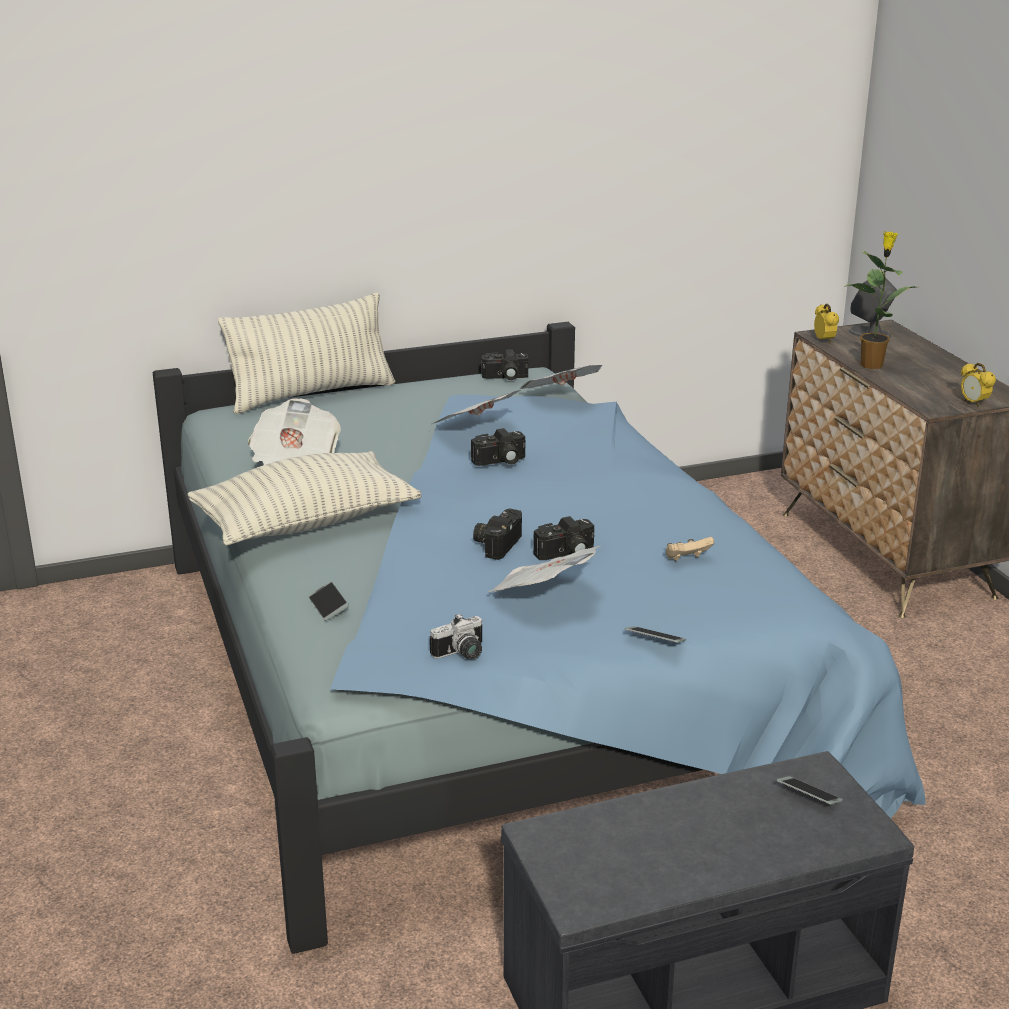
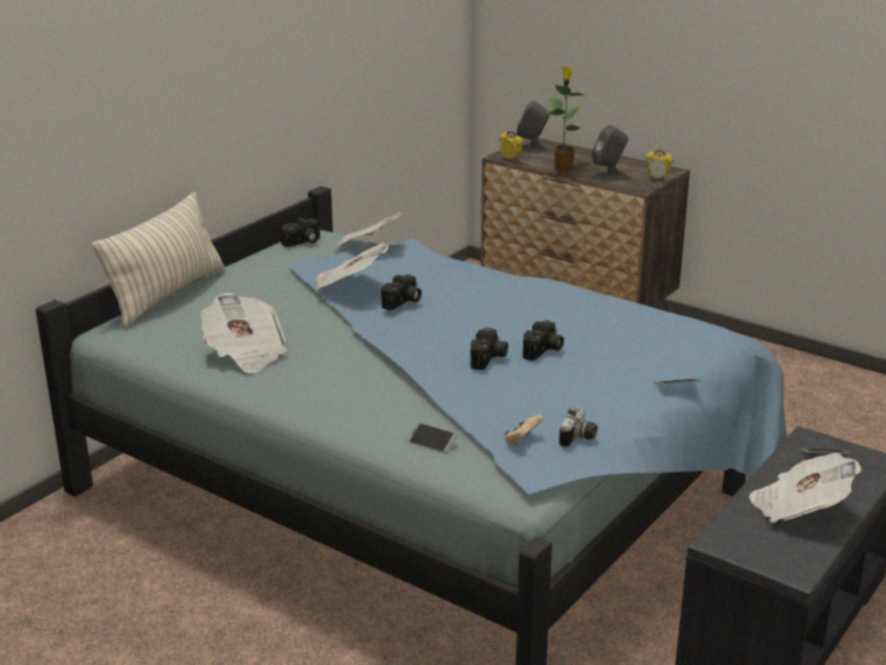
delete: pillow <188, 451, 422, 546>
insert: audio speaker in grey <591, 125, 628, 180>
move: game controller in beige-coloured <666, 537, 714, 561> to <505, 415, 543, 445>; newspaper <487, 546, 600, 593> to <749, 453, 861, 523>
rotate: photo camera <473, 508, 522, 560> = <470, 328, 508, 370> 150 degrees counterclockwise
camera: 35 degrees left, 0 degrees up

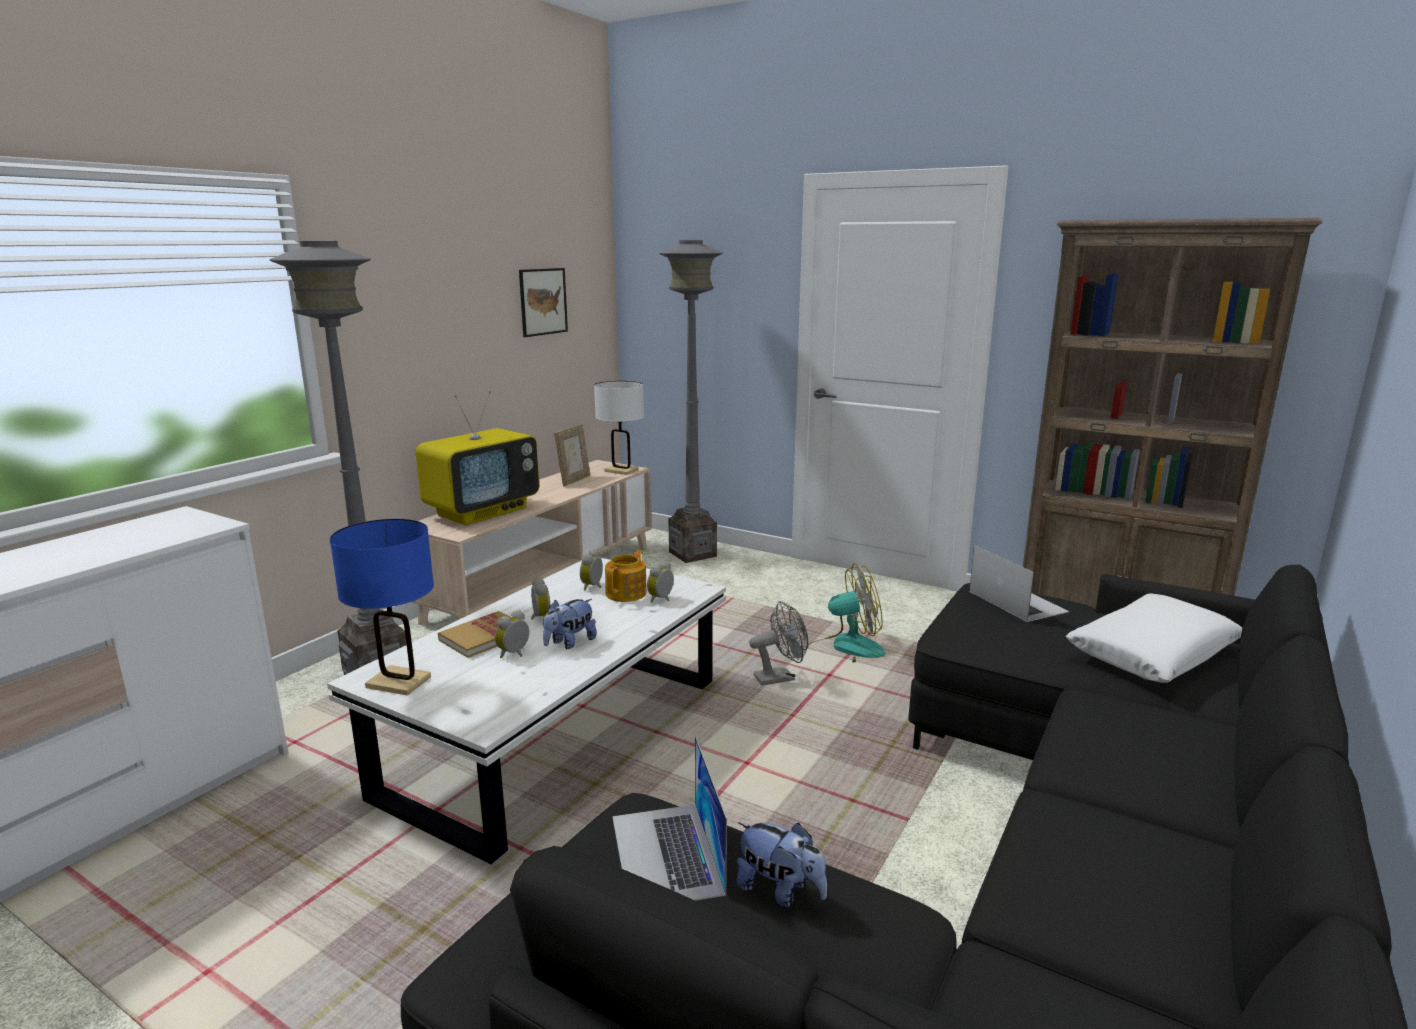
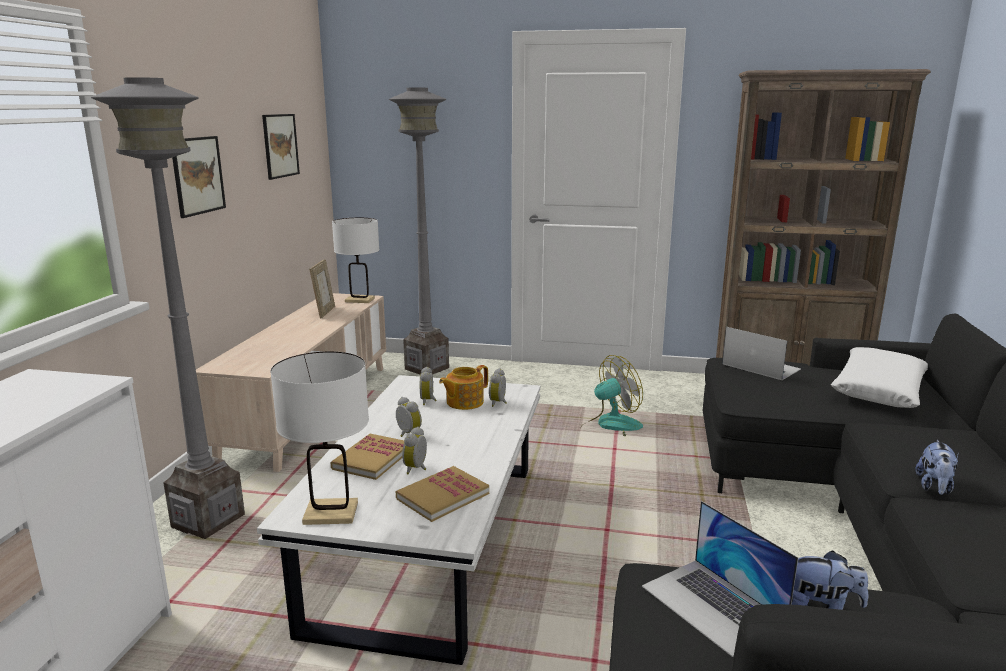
delete: TV <416, 391, 539, 525>; fan in grey <749, 601, 808, 685>
insert: wall picture <172, 136, 226, 218>; book <396, 466, 489, 522>
move: cuddly toy <543, 599, 597, 649> to <915, 440, 959, 495>
recolor: tabletop lamp in blue <330, 519, 434, 696> to tabletop lamp in white-coloured <270, 351, 369, 525>
rotate: pot for tea <605, 550, 647, 602> = <439, 365, 488, 410> 135 degrees counterclockwise
camera: 20 degrees left, 0 degrees up

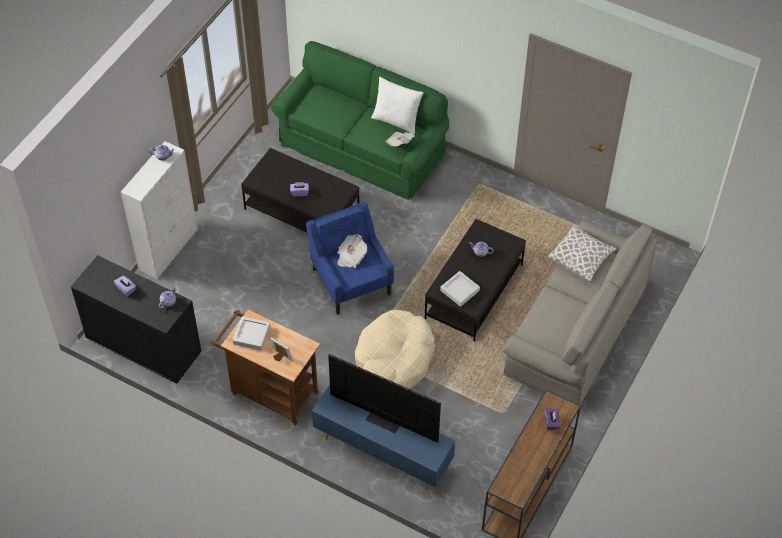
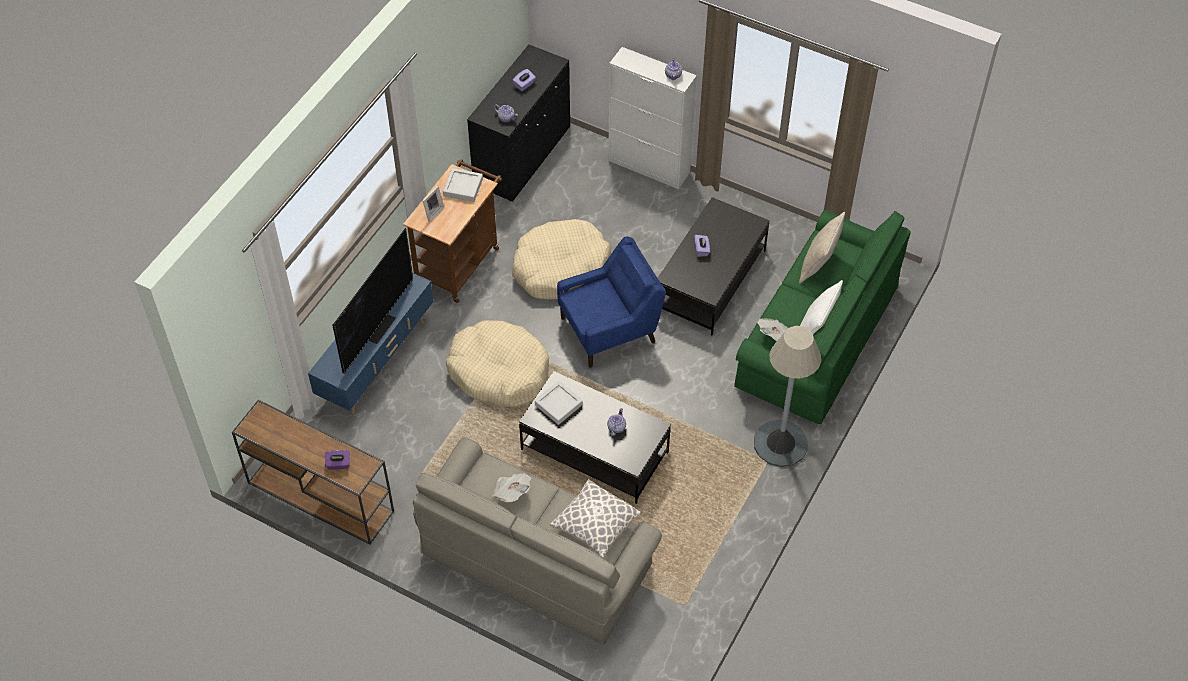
insert: pillow in beige-coloured <799, 212, 845, 283>; dog bed in beige-coloured <512, 219, 611, 299>; standard lamp in grey <754, 326, 821, 467>
move: newspaper <337, 234, 367, 268> to <492, 473, 531, 502>
camera: 90 degrees right, 0 degrees up

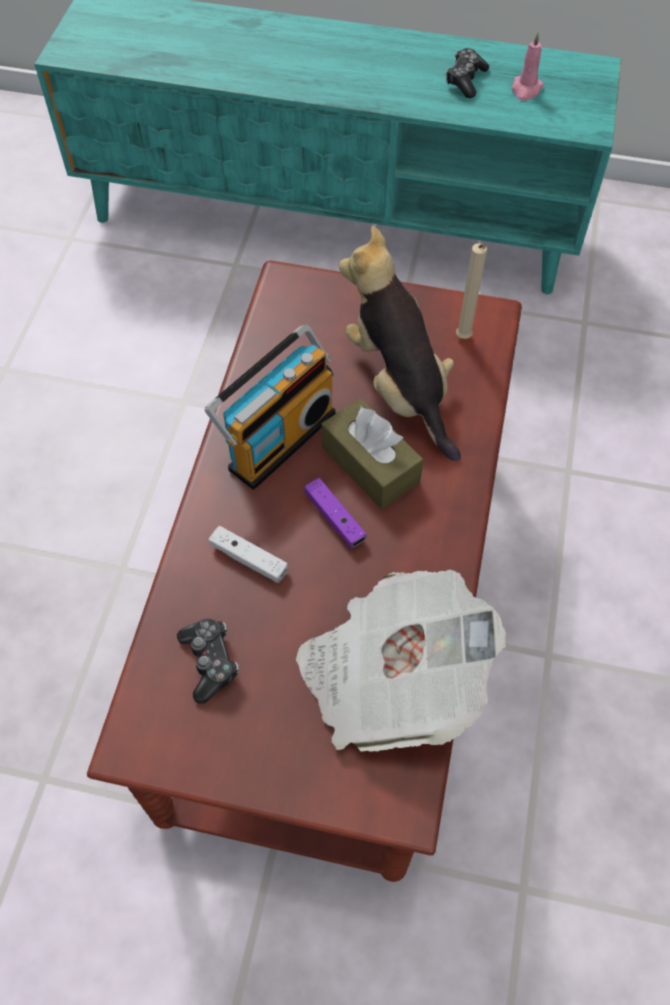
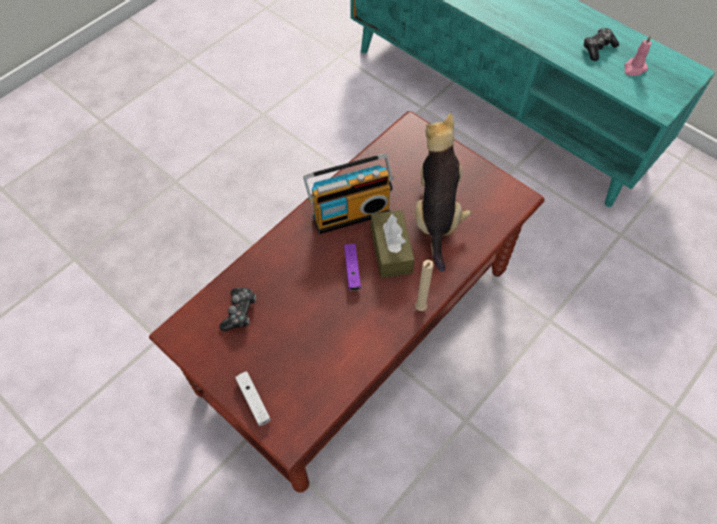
delete: newspaper <296, 570, 507, 752>
move: candle in beige-coloured <456, 243, 487, 339> to <415, 260, 434, 311>; game controller in white-coloured <209, 526, 288, 583> to <235, 371, 271, 426>
camera: 30 degrees right, 0 degrees up

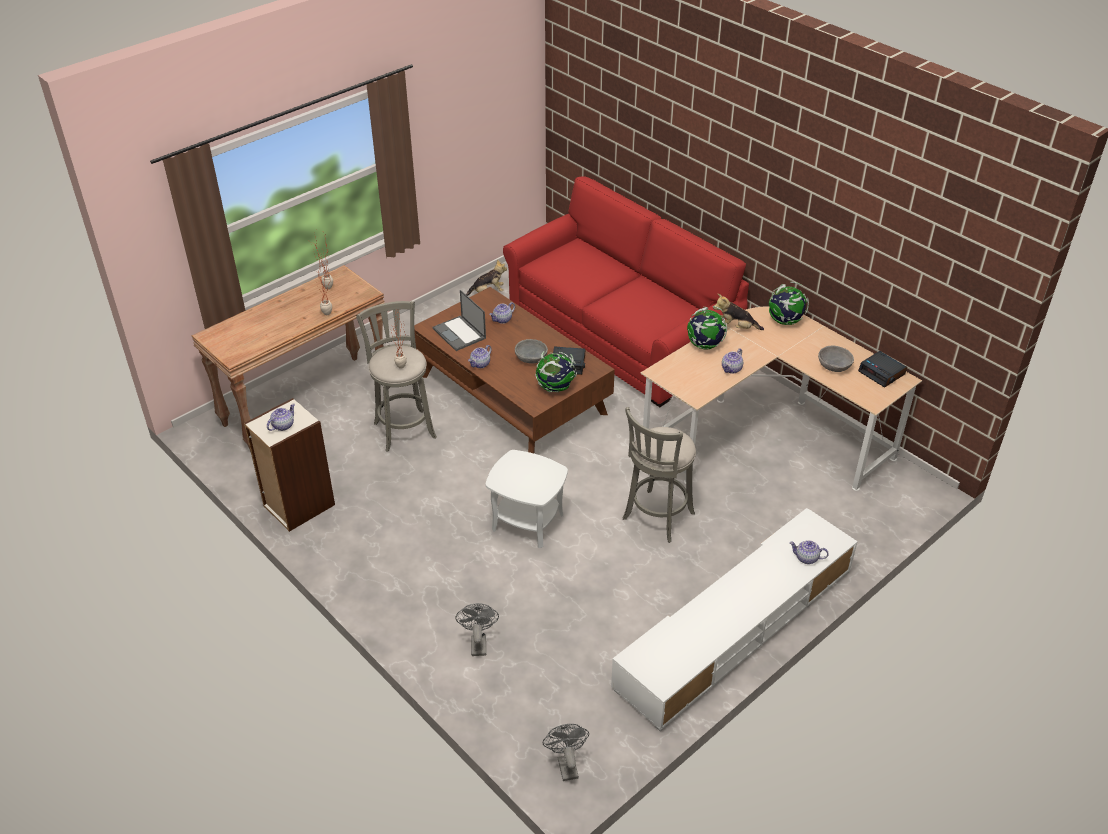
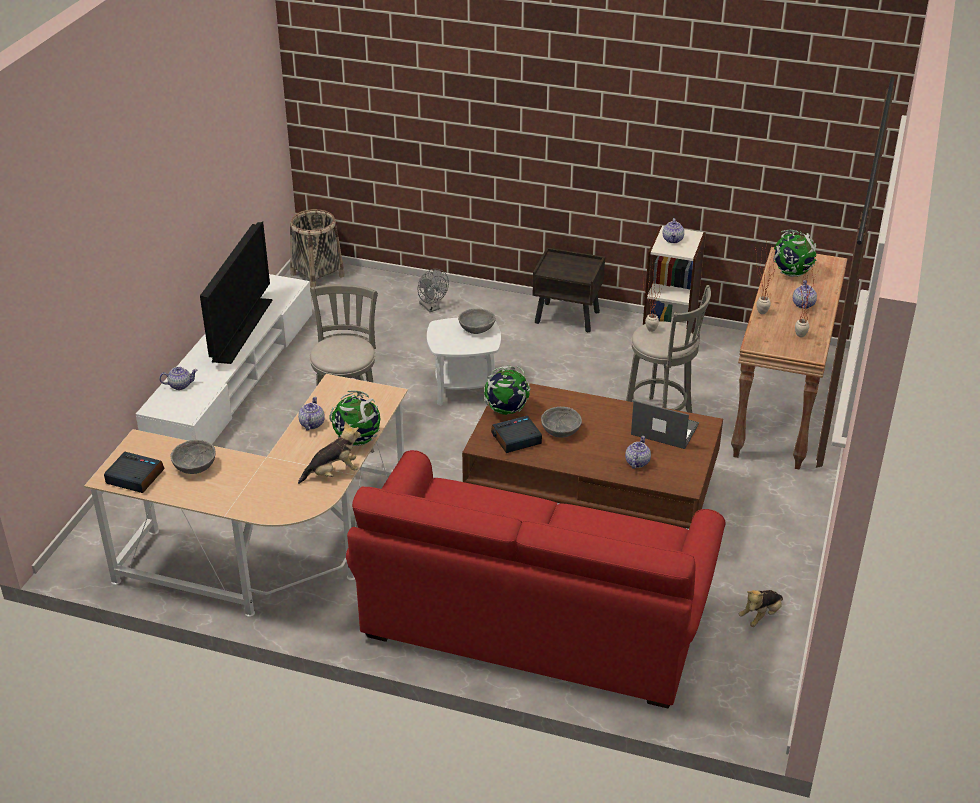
insert: TV <200, 221, 272, 364>; bedside table in brown-coloured <533, 248, 605, 332>; deep dish in grey <458, 309, 495, 334>
move: desk globe <769, 282, 809, 325> to <773, 229, 817, 277>; pot for tea <468, 345, 492, 368> to <793, 280, 817, 309>
replace: fan in grey <543, 724, 589, 781> to household basket <290, 209, 345, 288>
camera: 150 degrees right, 5 degrees down

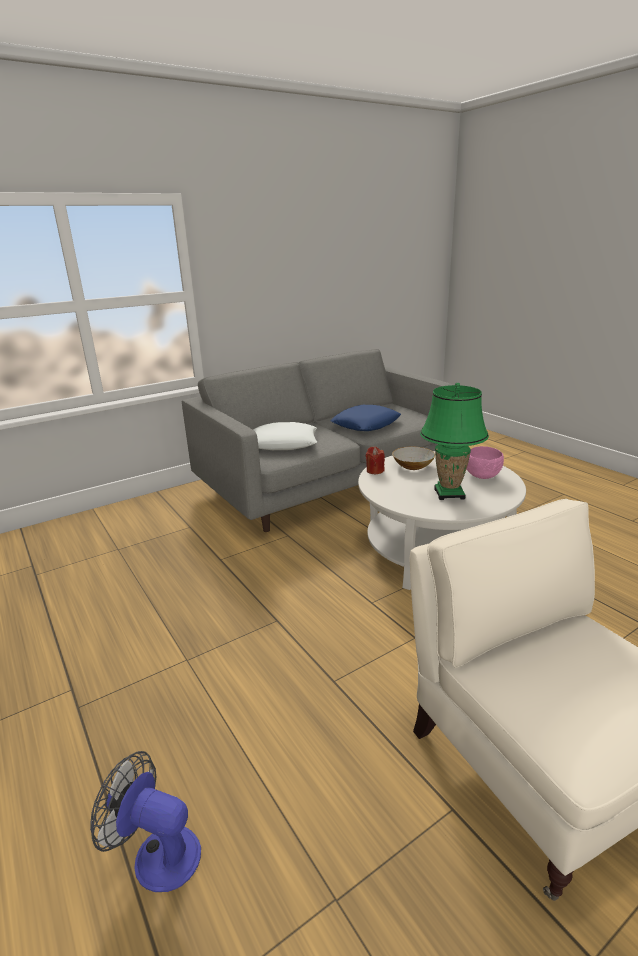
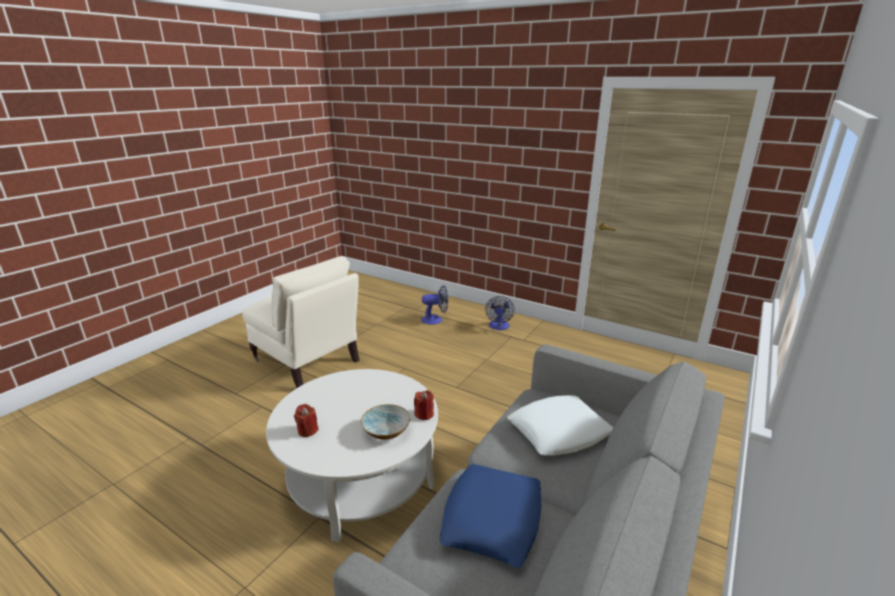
delete: tabletop lamp in green-coloured <420, 383, 489, 500>
insert: fan <485, 296, 515, 330>
replace: deep dish in pinkish <467, 446, 504, 479> to candle in red-coloured <294, 404, 319, 437>
camera: 155 degrees right, 0 degrees up

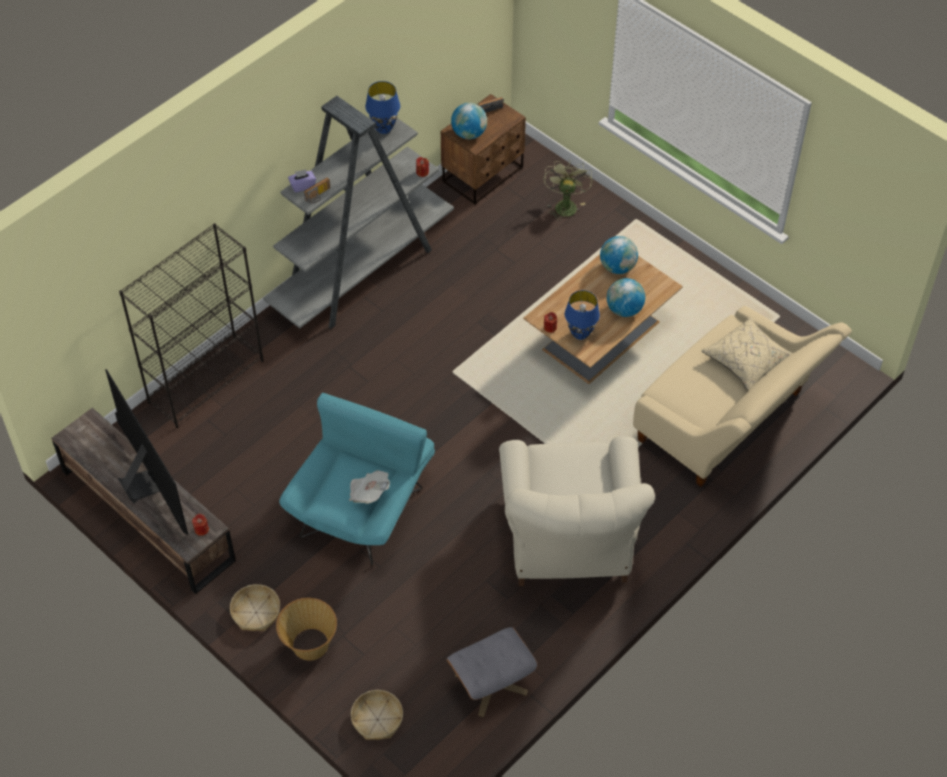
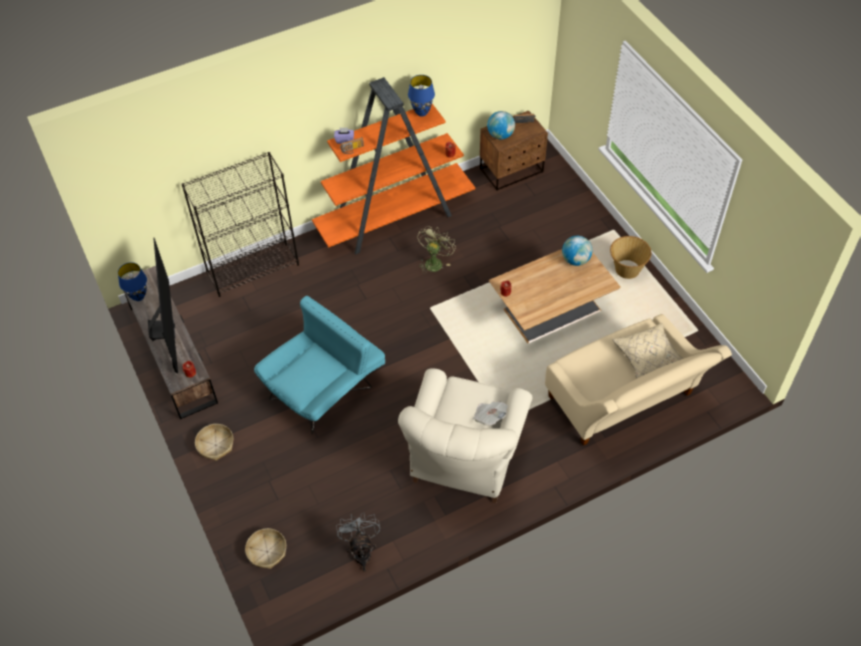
delete: desk globe <607, 278, 645, 317>
move: fan in green-coloured <543, 160, 593, 221> to <417, 226, 456, 274>; tabletop lamp in blue <565, 290, 600, 340> to <118, 262, 147, 301>; newspaper <349, 470, 390, 504> to <473, 401, 508, 426>; household basket <276, 598, 337, 661> to <610, 236, 651, 279>
replace: footrest in grey <446, 627, 538, 717> to fan in grey <336, 512, 380, 572>
recolor: shelving unit in grey <263, 96, 454, 329> to shelving unit in orange-coloured <312, 77, 475, 254>
camera: 20 degrees right, 0 degrees up

